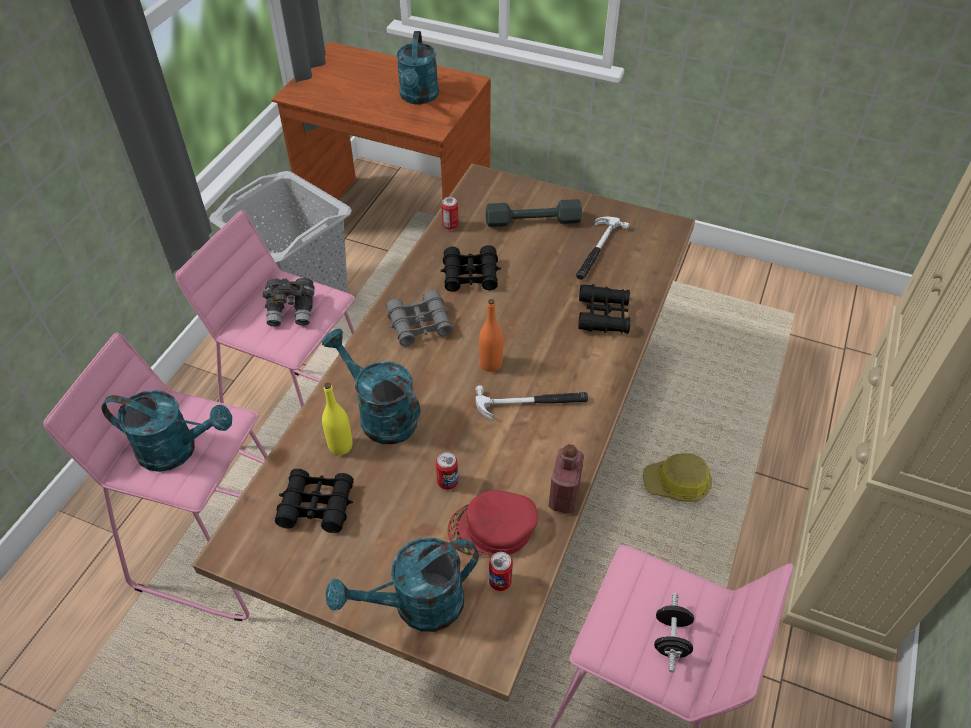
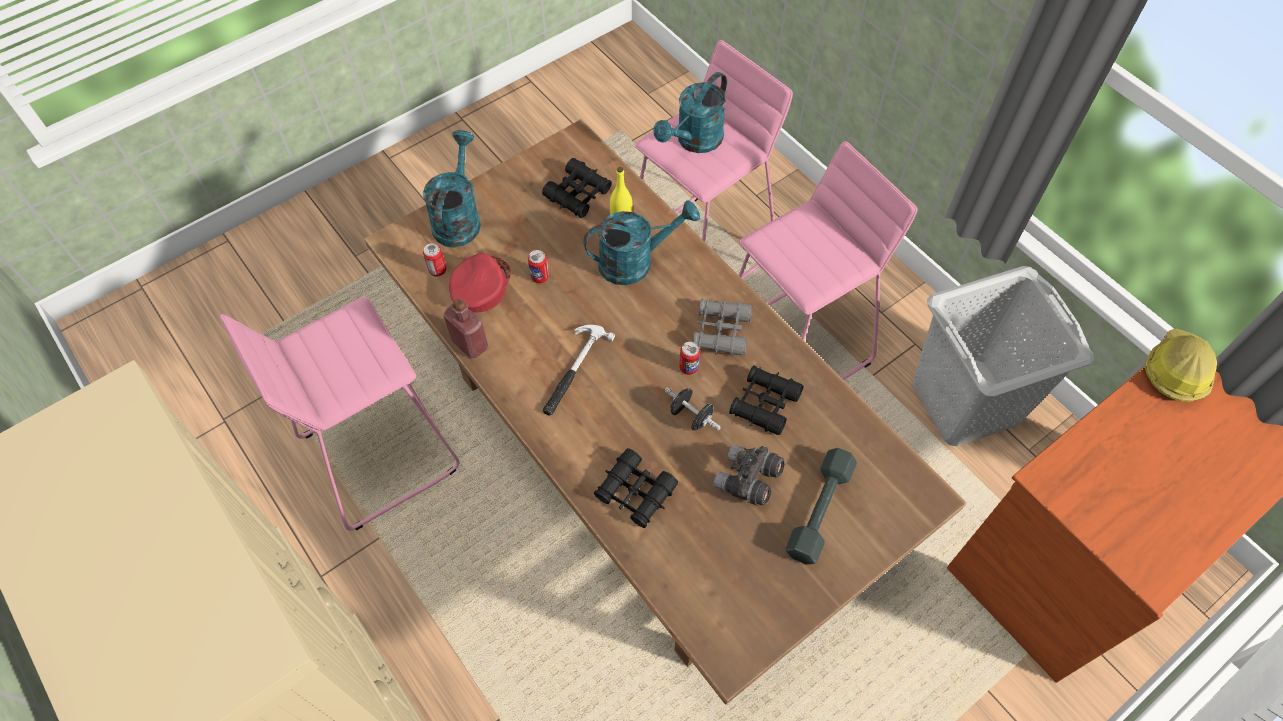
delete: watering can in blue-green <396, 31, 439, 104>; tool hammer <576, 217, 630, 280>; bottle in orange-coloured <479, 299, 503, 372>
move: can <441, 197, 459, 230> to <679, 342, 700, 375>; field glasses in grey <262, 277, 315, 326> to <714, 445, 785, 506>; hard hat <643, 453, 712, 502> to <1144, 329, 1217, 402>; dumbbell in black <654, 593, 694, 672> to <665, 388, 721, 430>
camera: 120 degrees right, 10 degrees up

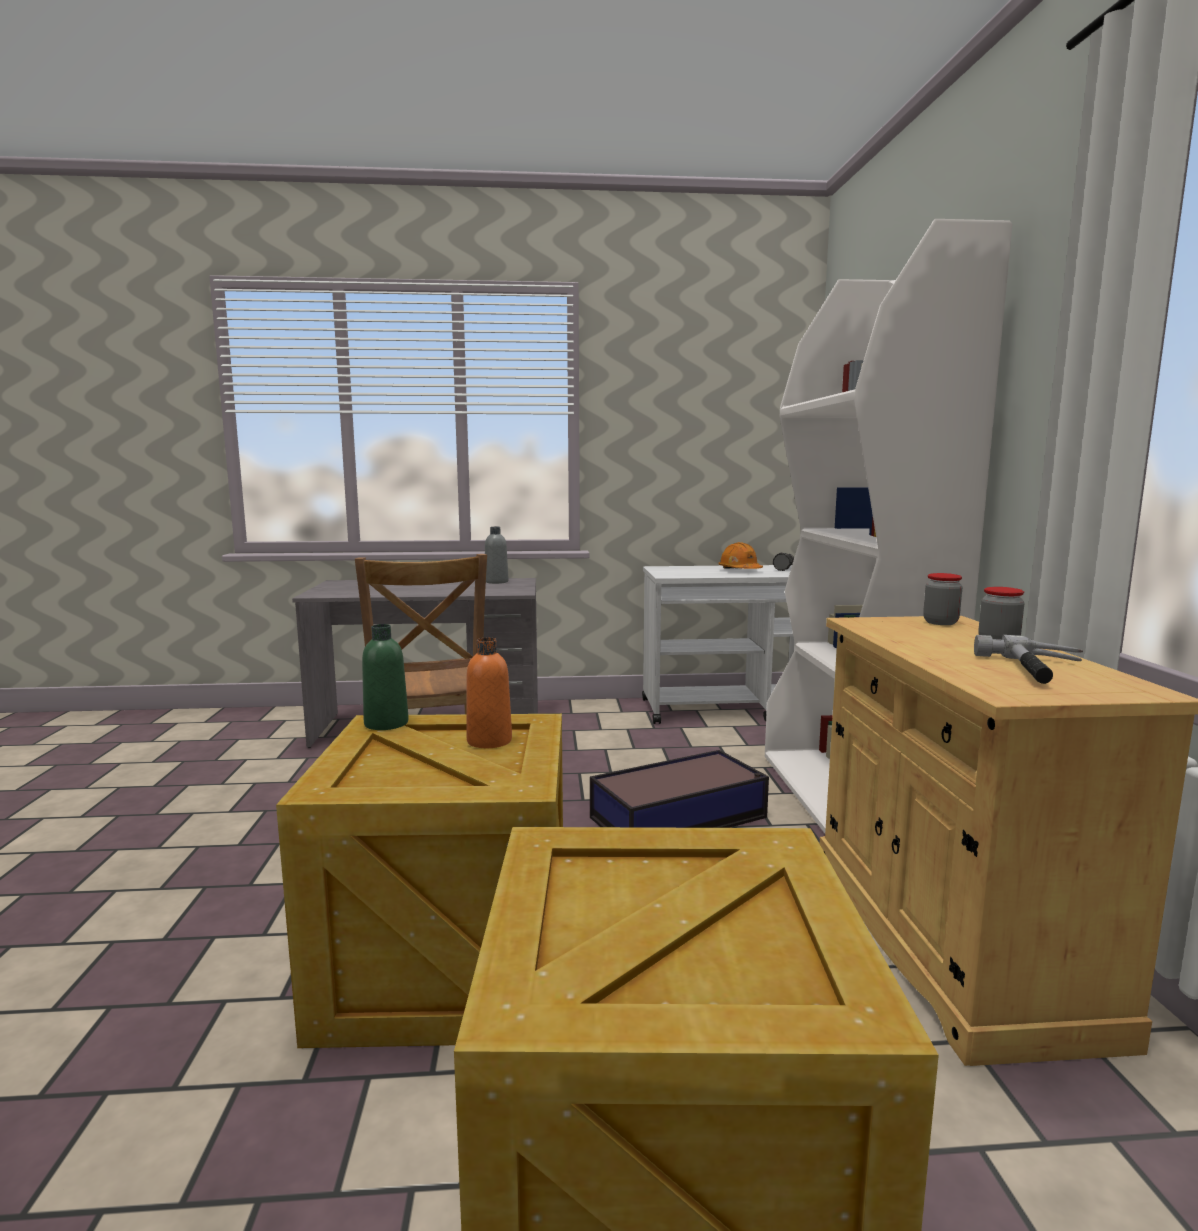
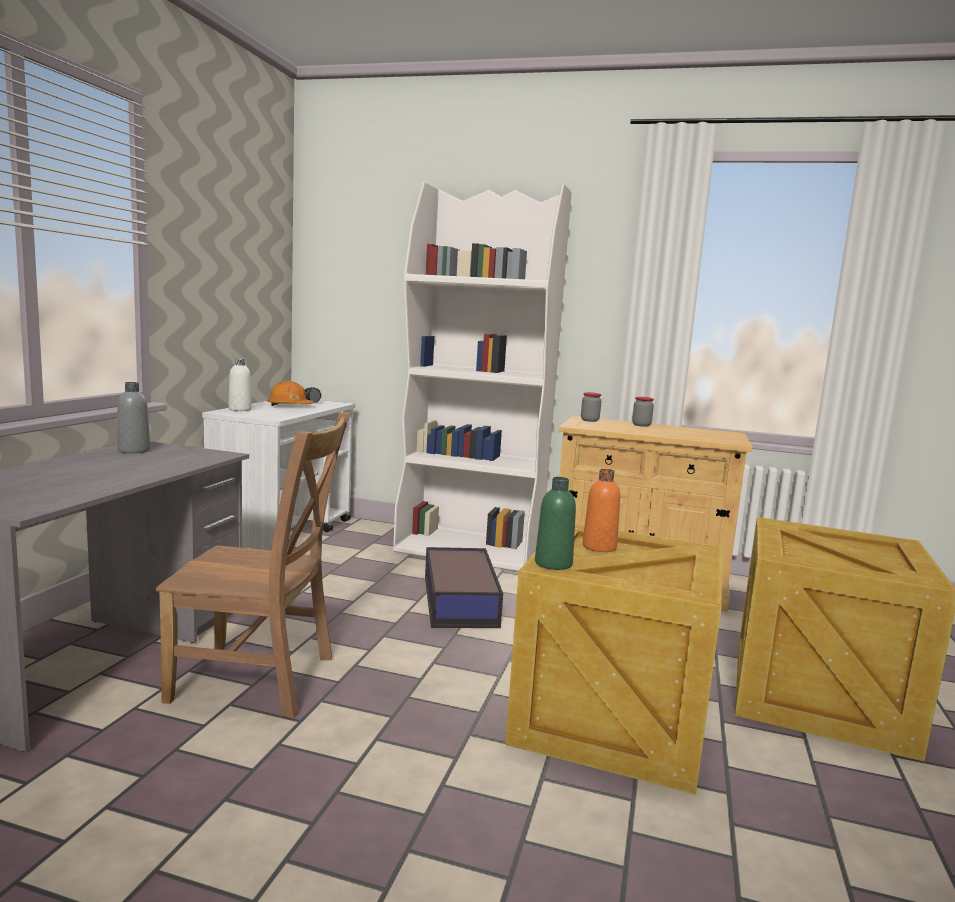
delete: tool hammer <974, 635, 1083, 684>
insert: bottle in white-coloured <229, 358, 252, 411>
camera: 70 degrees left, 0 degrees up

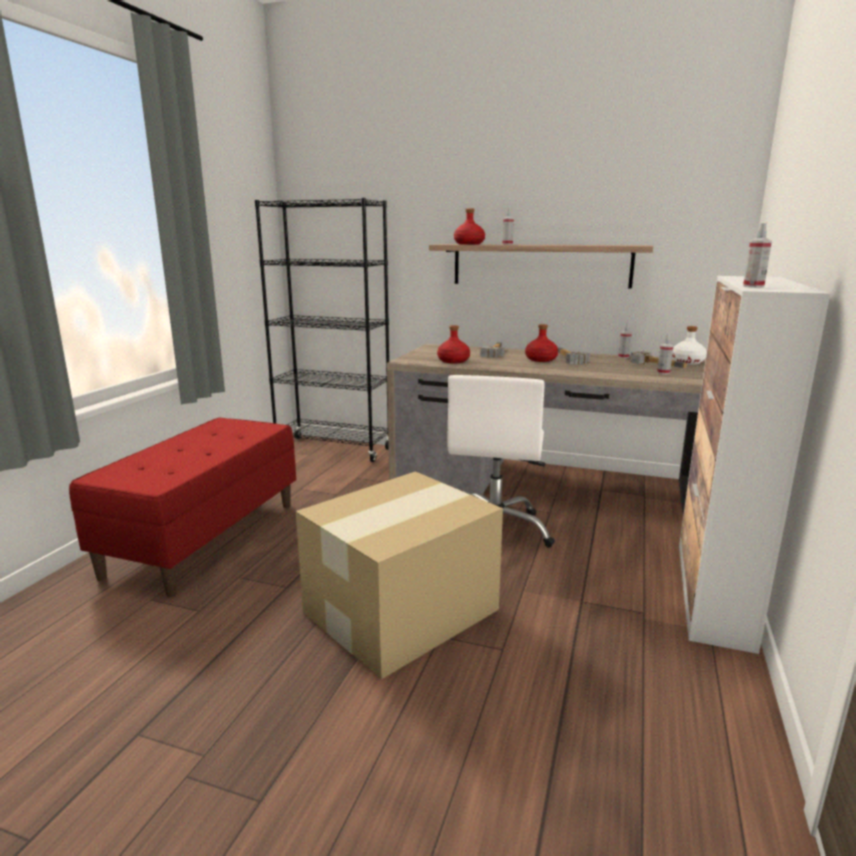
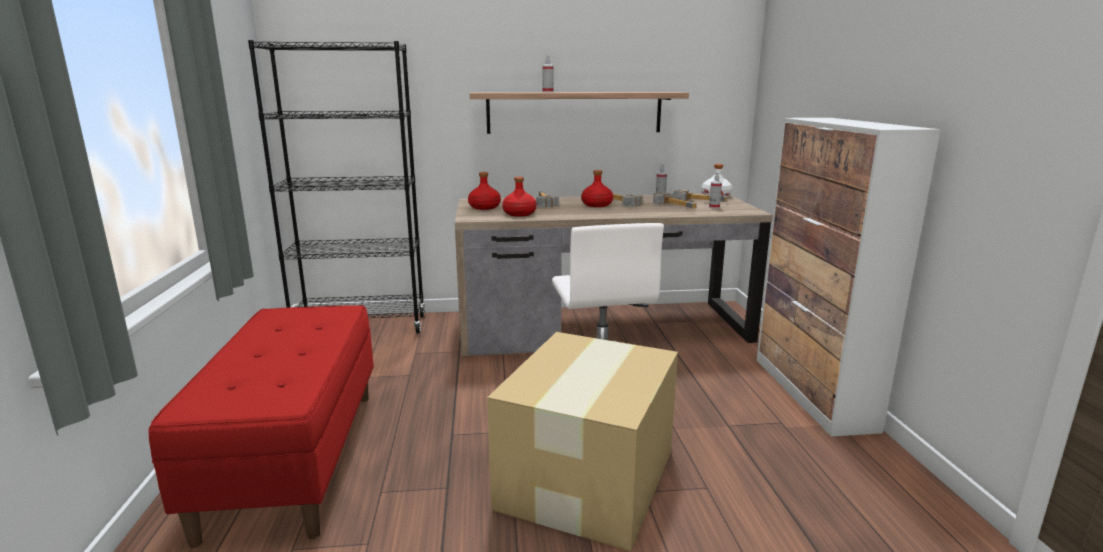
delete: hand sprayer <743, 223, 772, 288>
insert: tool hammer <653, 192, 697, 209>
move: bottle in red-coloured <454, 209, 485, 245> to <468, 172, 501, 210>
camera: 25 degrees left, 0 degrees up

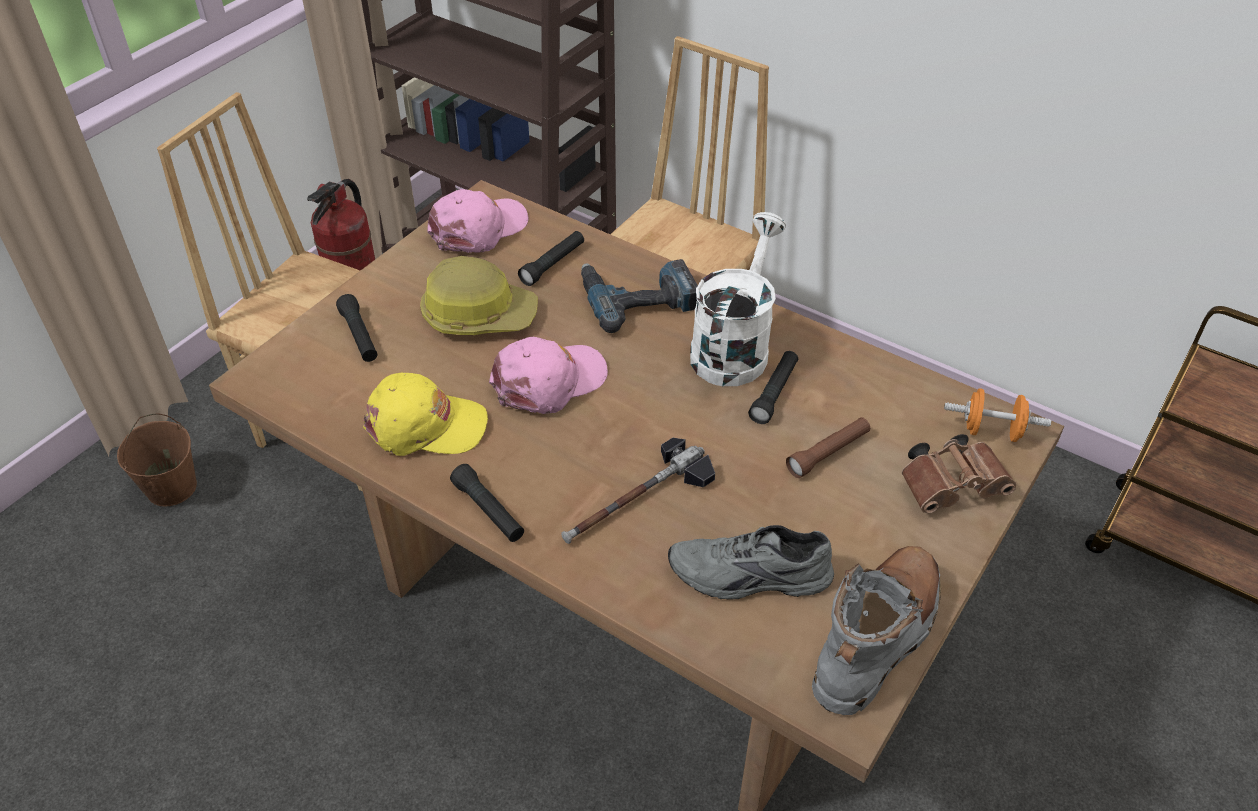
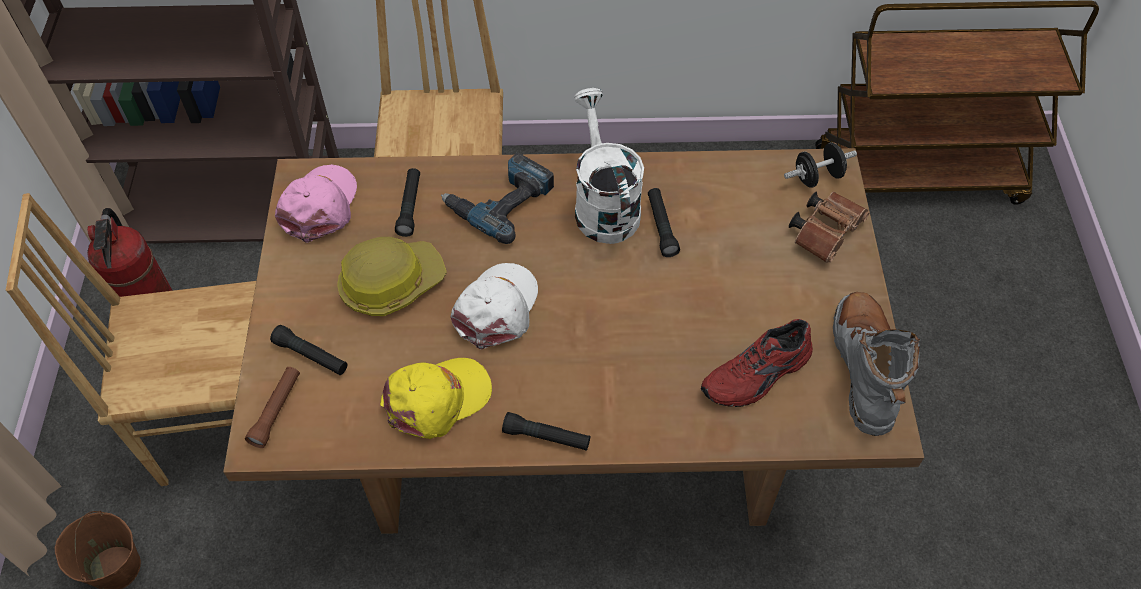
delete: tool hammer <561, 438, 715, 544>
move: flashlight in brown-coloured <786, 417, 870, 478> to <245, 367, 300, 448>
recolor: peaked cap in pinkish <489, 337, 608, 414> to peaked cap in white-coloured <451, 263, 538, 349>; dumbbell in orange-coloured <944, 388, 1051, 442> to dumbbell in black <784, 143, 857, 188>; shoe in grey <668, 525, 834, 599> to shoe in red-coloured <701, 319, 813, 407>
camera: 35 degrees left, 10 degrees up

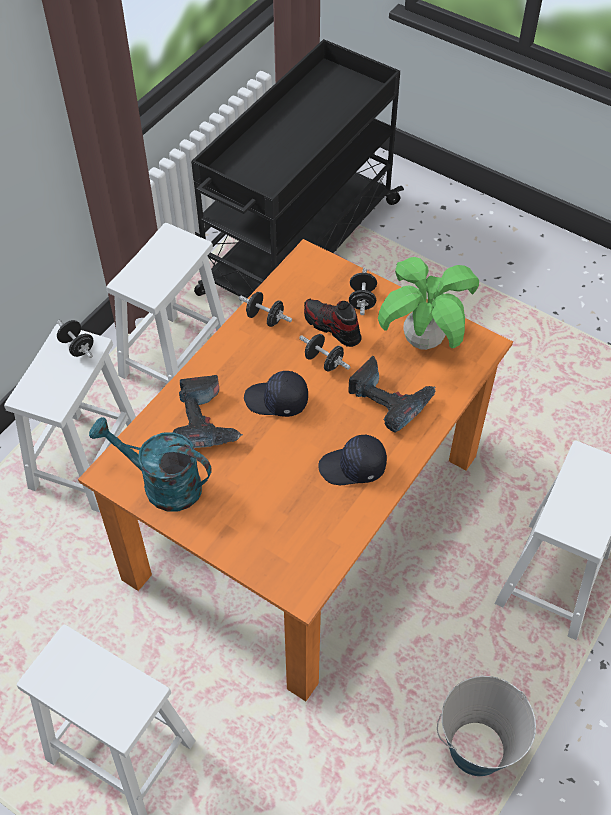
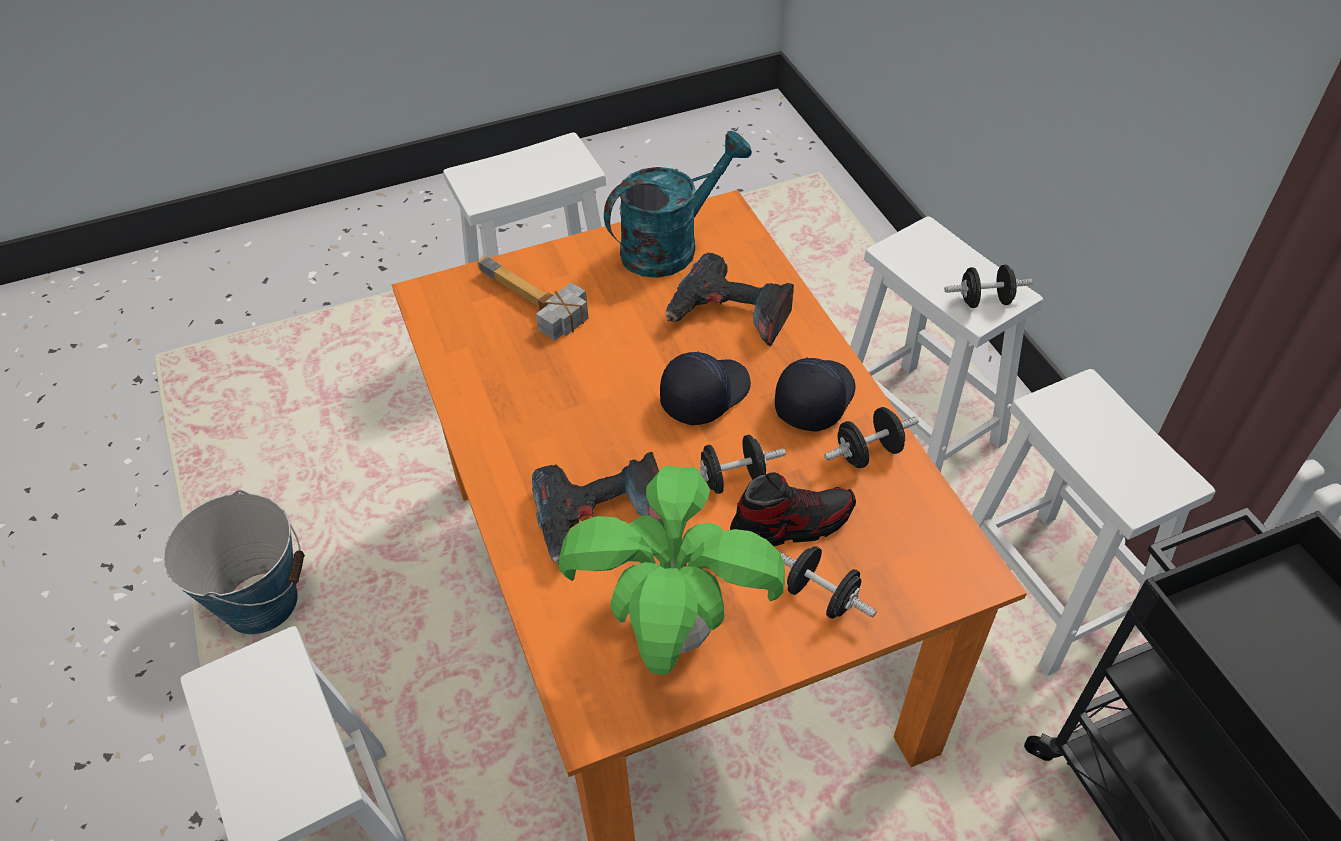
insert: tool hammer <477, 256, 589, 341>
move: peaked cap in black <318, 434, 387, 485> to <775, 357, 855, 432>
camera: 125 degrees right, 5 degrees down

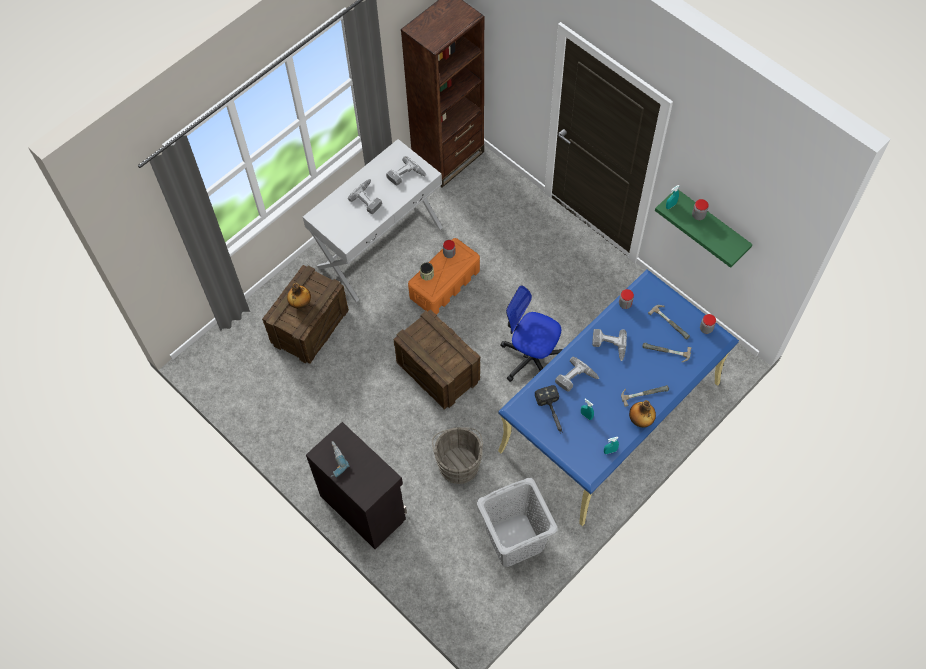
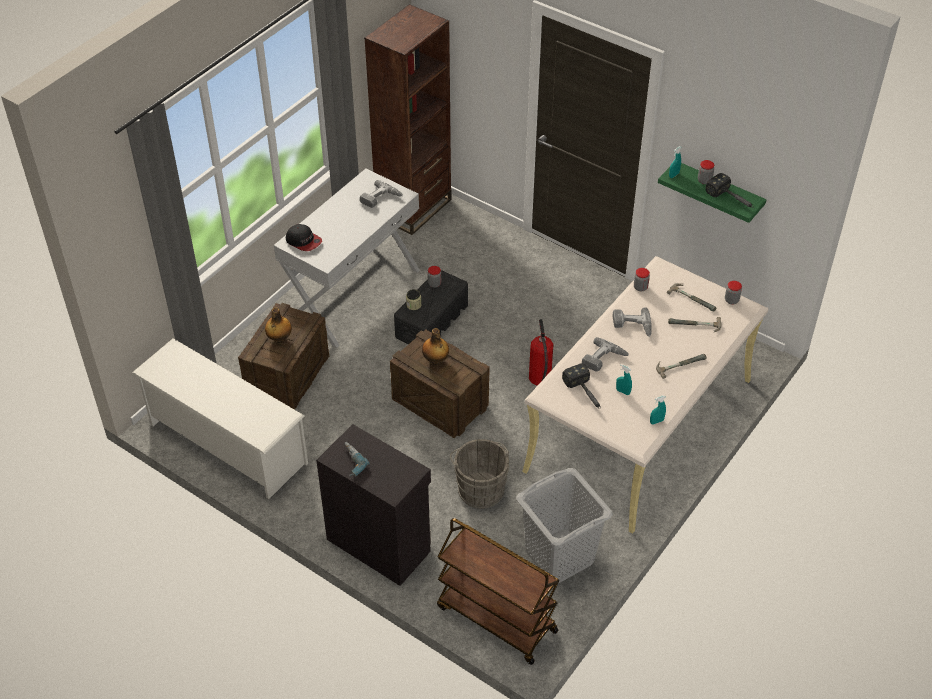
delete: drill <348, 179, 382, 214>
insert: tool hammer <705, 173, 754, 208>; peaked cap <286, 224, 322, 251>; shoe rack in white-coloured <132, 338, 308, 499>; cart in brown-coloured <437, 518, 560, 665>
move: bottle <629, 400, 656, 428> to <422, 328, 449, 365>
replace: desk chair <500, 285, 563, 382> to fire-fighting cylinder <529, 319, 554, 386>
recolor: storage box in orange-coloured <408, 238, 480, 315> to storage box in black <394, 270, 468, 344>; desk unit in blue <498, 269, 739, 526> to desk unit in beige-coloured <522, 256, 769, 534>
camera: 10 degrees left, 15 degrees down

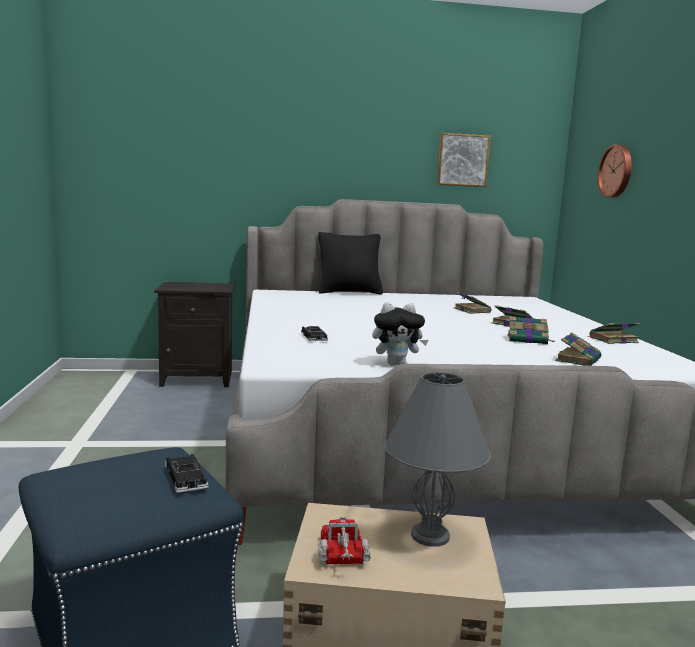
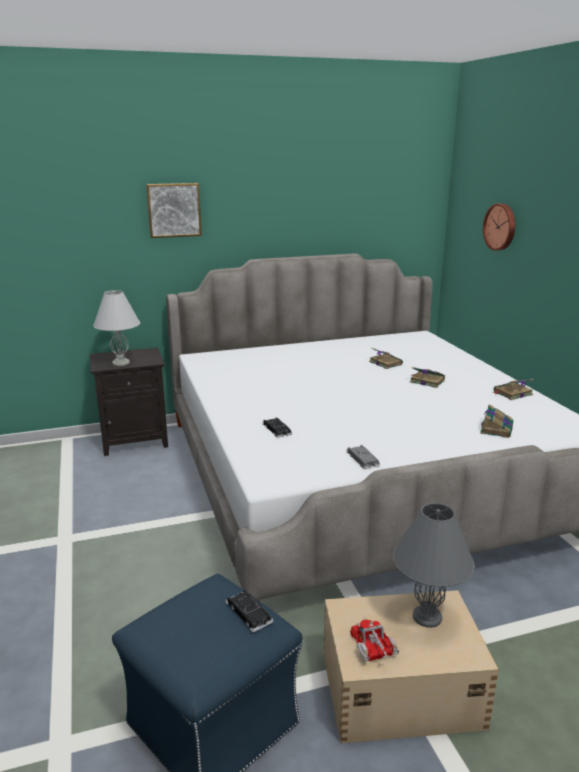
delete: pillow in black <318, 232, 383, 294>; book <508, 316, 554, 345>
insert: tabletop lamp in white-coloured <93, 290, 140, 366>
move: wall picture <436, 133, 491, 187> to <146, 183, 202, 238>
replace: cuddly toy <372, 303, 428, 366> to model car in grey <346, 445, 380, 469>
camera: 10 degrees left, 10 degrees up

